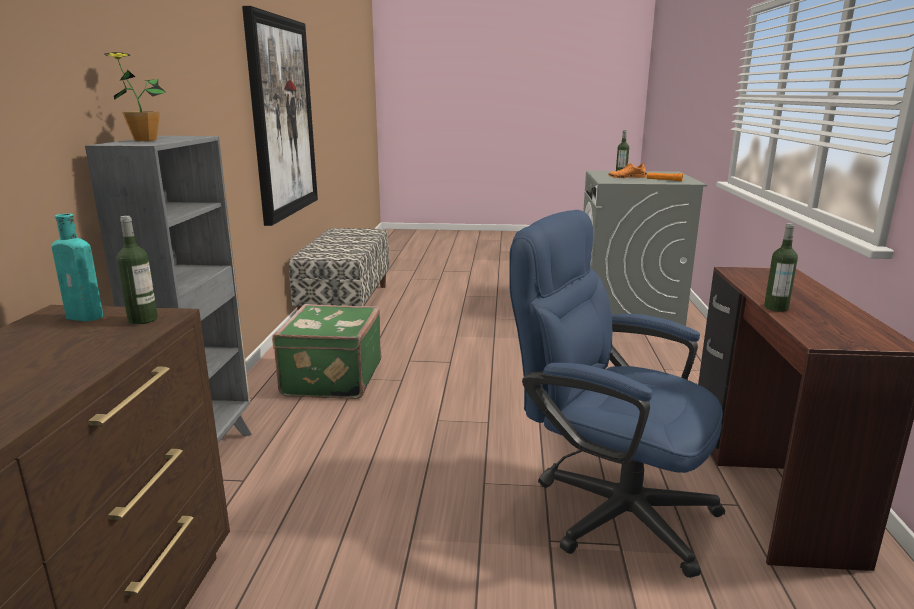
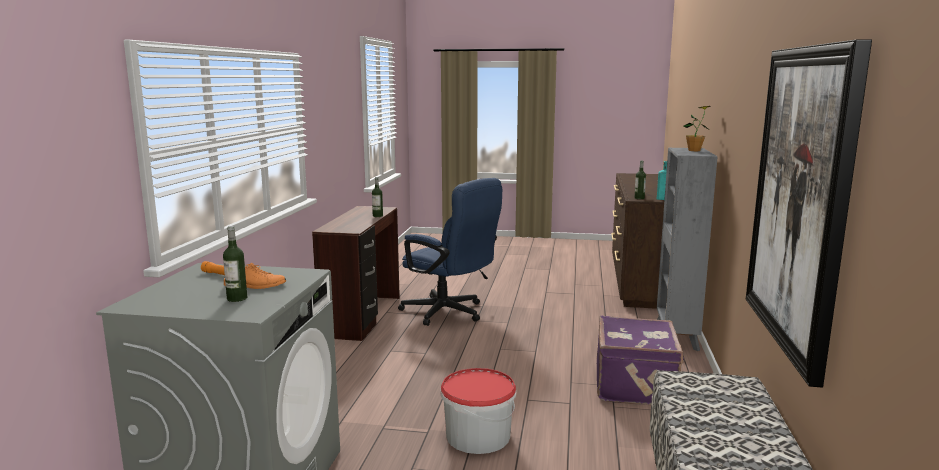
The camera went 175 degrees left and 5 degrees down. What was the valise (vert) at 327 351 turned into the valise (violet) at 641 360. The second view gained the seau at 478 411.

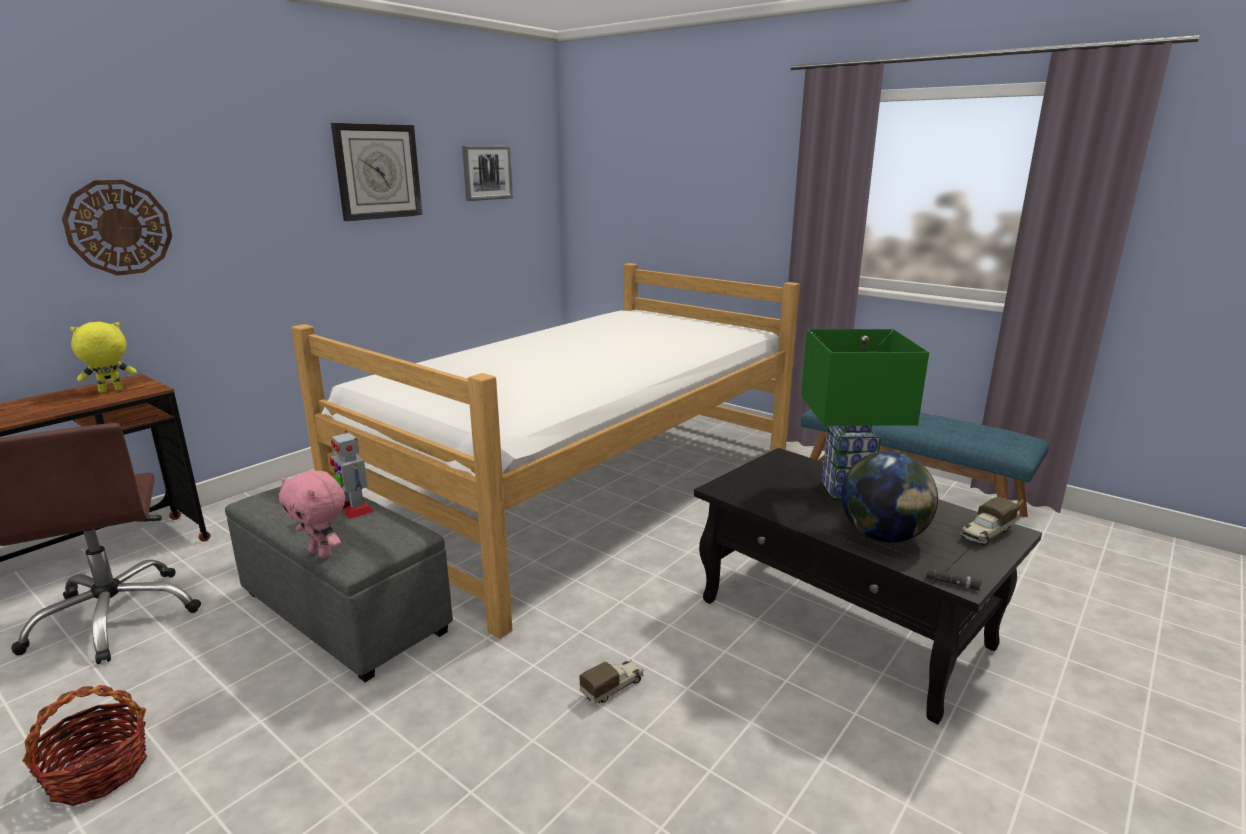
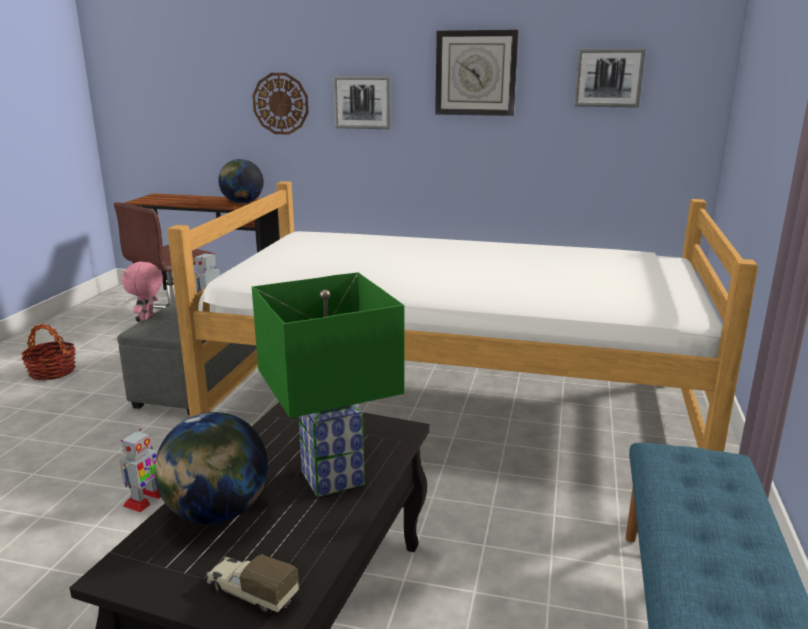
The camera went 65 degrees right and 0 degrees up. Where the peluche (jaune) stood at 103 357, the globe came to stand at 241 181. Where the camion jouet stood at 611 681, the robot jouet came to stand at 140 470. The second view lost the lampe de poche (noir) at 954 579. The second view gained the tableau at 362 102.

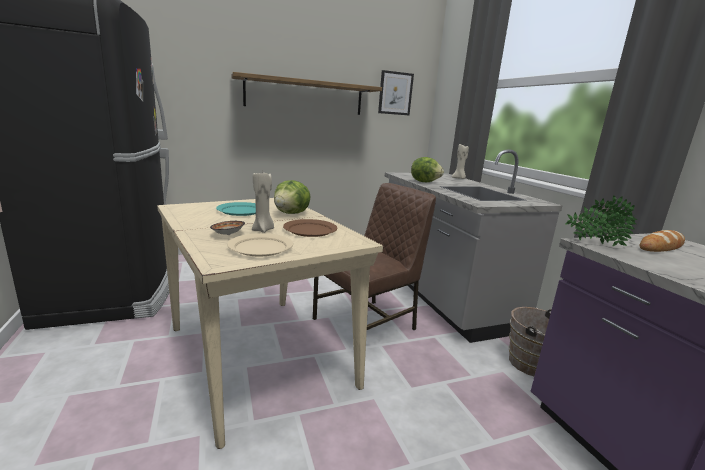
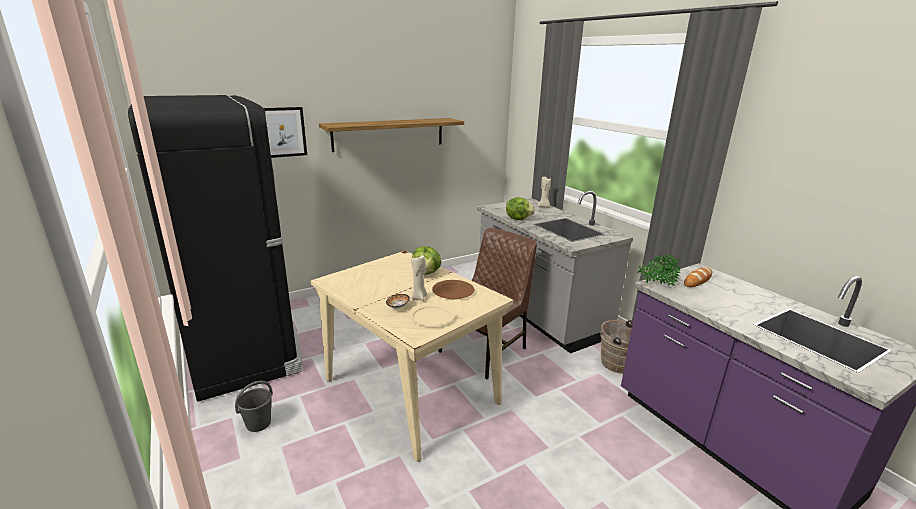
The camera went 10 degrees left and 5 degrees up. The second view lost the assiette (turquoise) at 236 209. The tableau ended up elsewhere, having gone from 396 92 to 285 132. The second view gained the seau (gris) at 254 406.

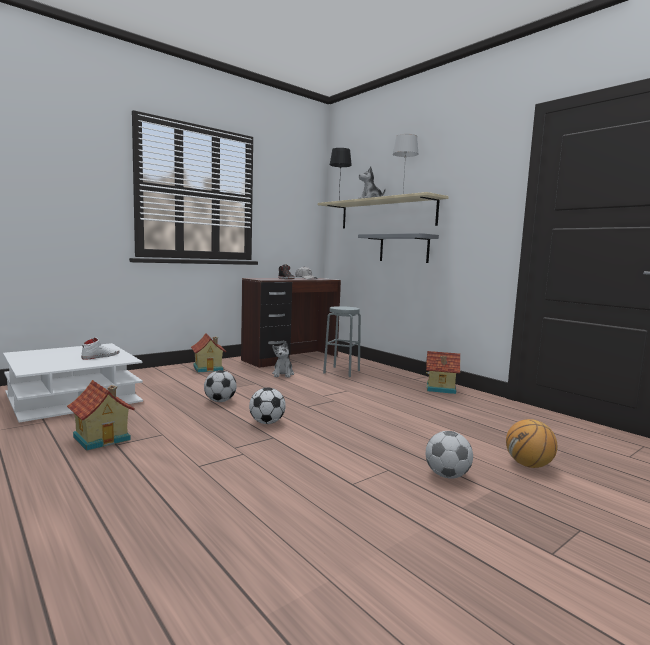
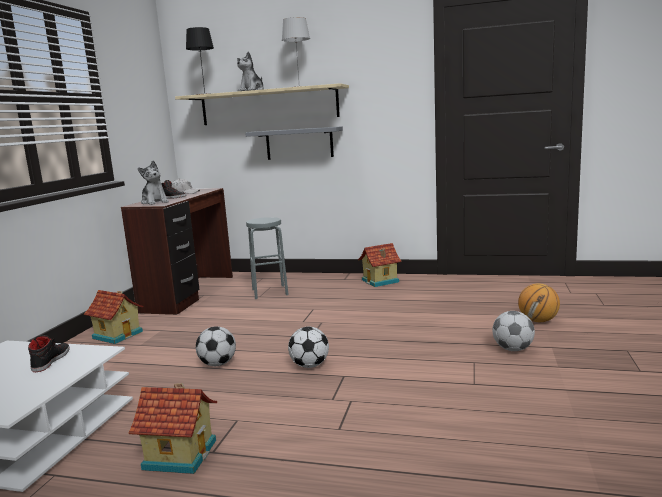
The camera went 35 degrees left and 5 degrees up. What was the chaussure (blanc) at 100 348 turned into the chaussure (noir) at 49 353. The peluche ended up elsewhere, having gone from 283 359 to 153 183.

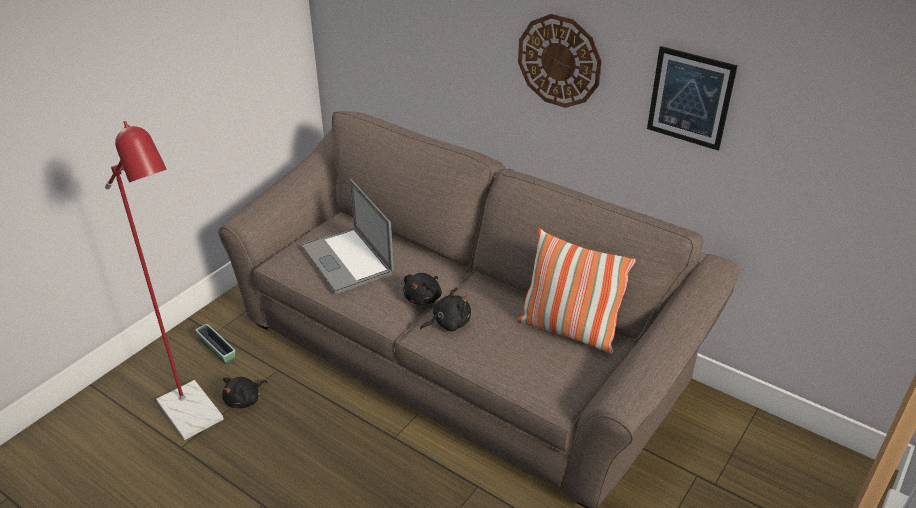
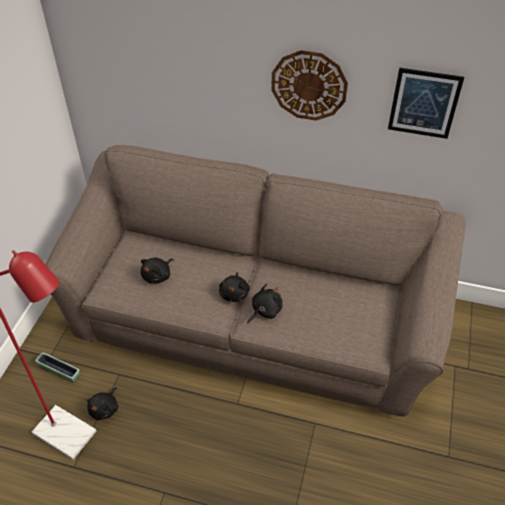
The camera went 20 degrees left and 10 degrees up. Where the ordinateur portable stood at 347 236, the peluche (noir) came to stand at 157 270. The second view lost the coussin at 576 291.

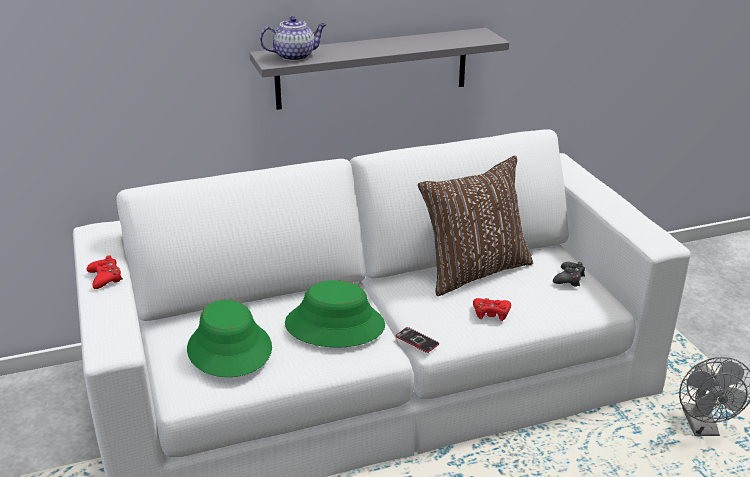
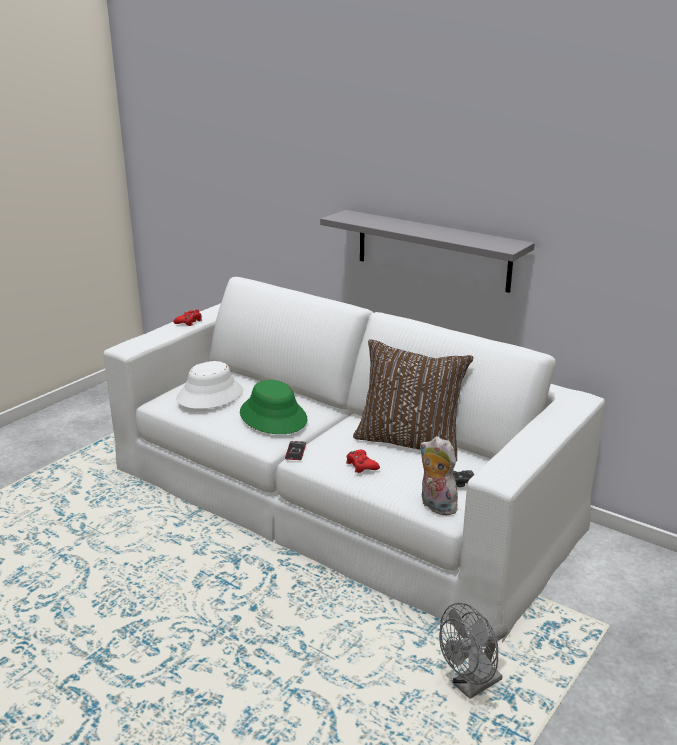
The camera went 55 degrees right and 5 degrees down. What was the chapeau (vert) at 229 338 turned into the chapeau (blanc) at 209 385. The second view lost the théière at 293 38. The second view gained the peluche at 439 476.

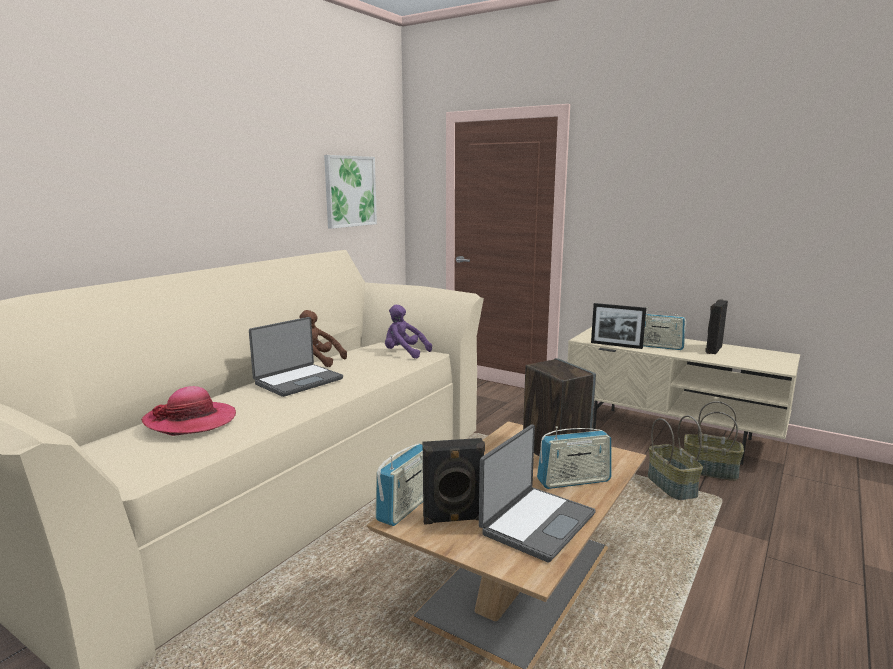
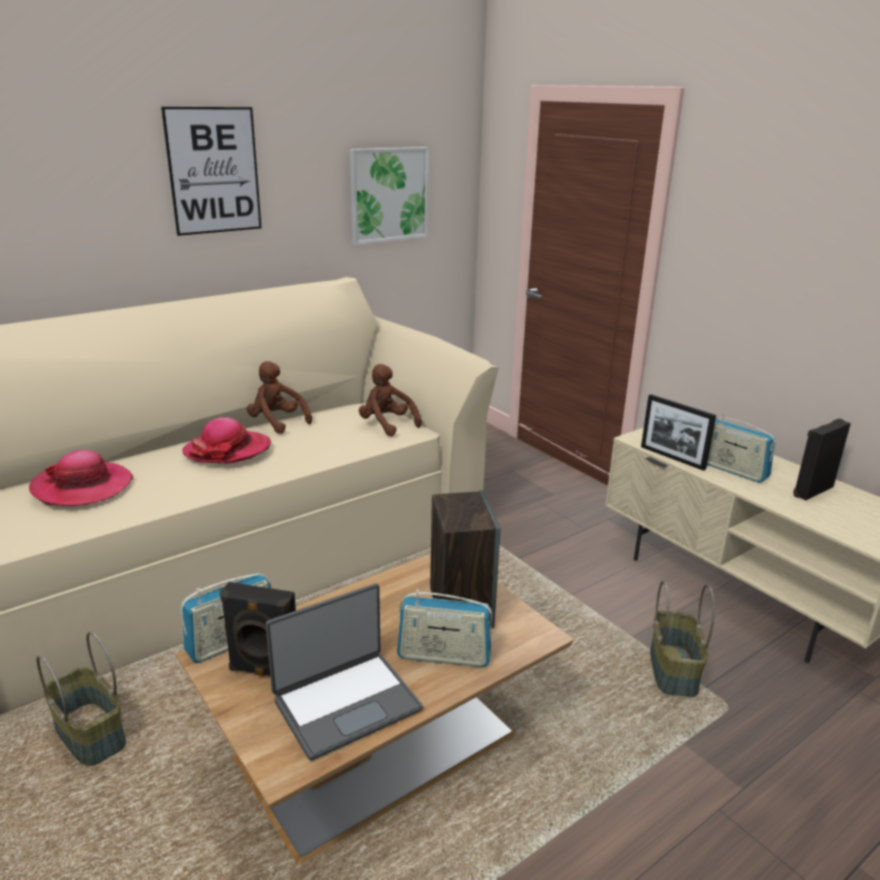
The camera went 20 degrees right and 10 degrees up. Where the ordinateur portable stood at 296 357, the chapeau came to stand at 226 440. What was the peluche (violet) at 408 331 turned into the peluche (marron) at 390 400. The panier ended up elsewhere, having gone from 714 441 to 81 698. The second view gained the tableau at 211 171.

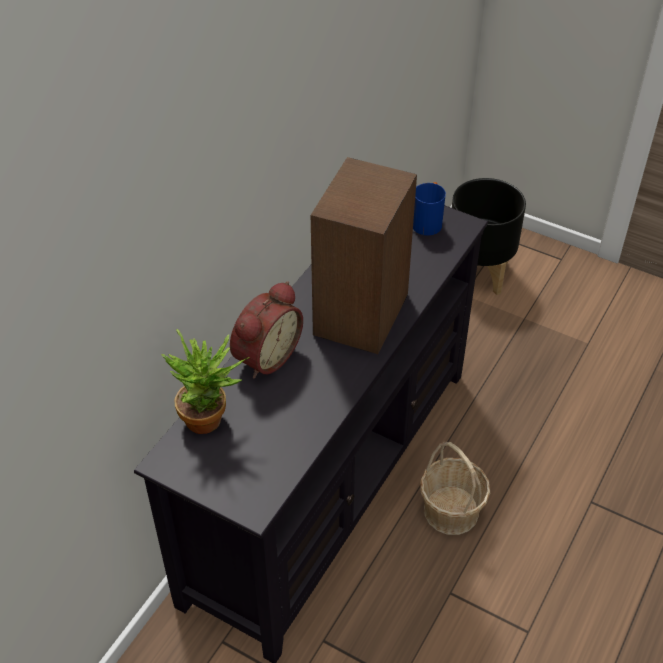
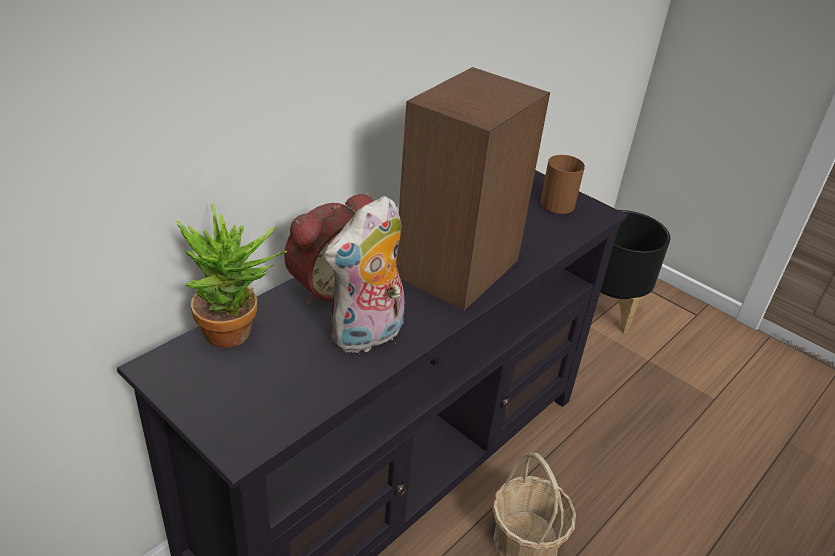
The camera went 10 degrees right and 10 degrees down. What was the mug (bleu) at 429 209 turned into the mug (marron) at 563 184. The second view gained the peluche at 364 275.

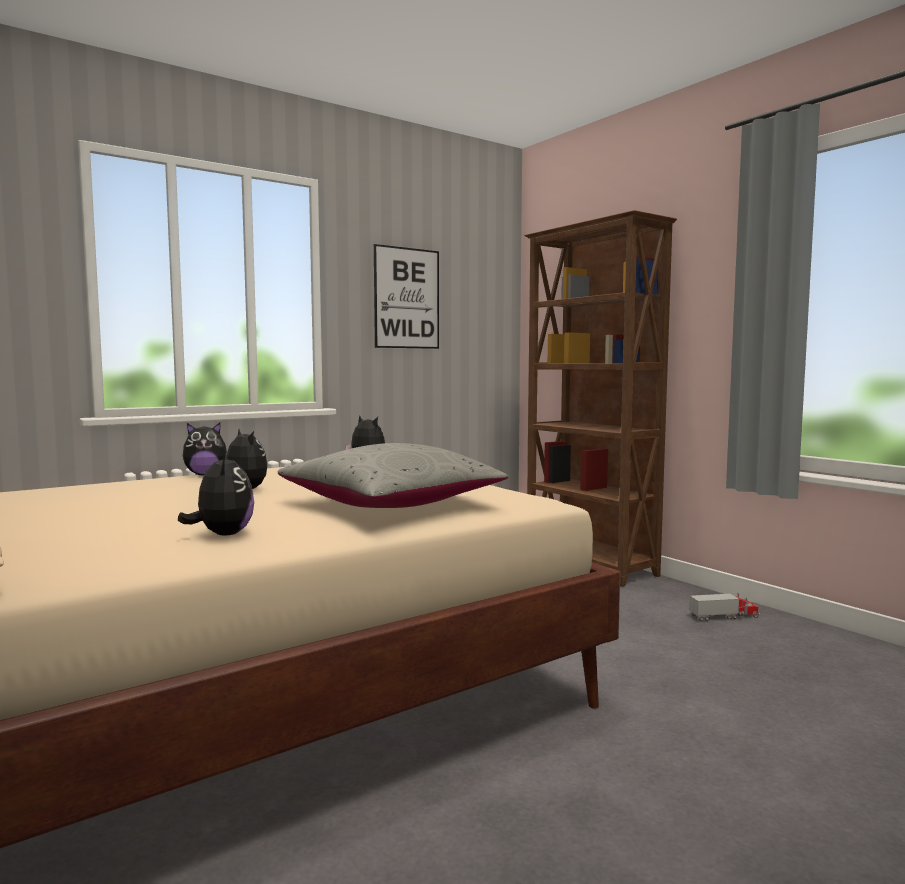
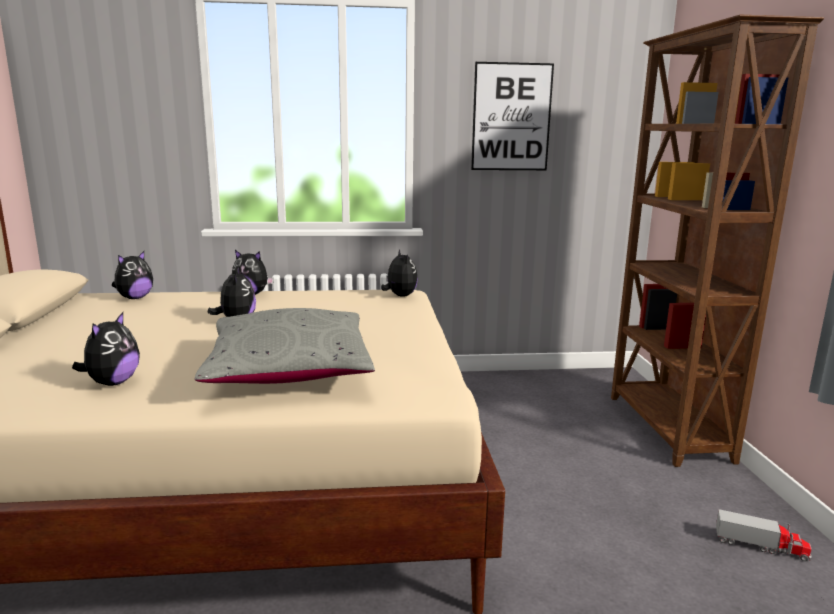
The camera went 30 degrees right and 10 degrees up. The second view gained the peluche at 132 275.

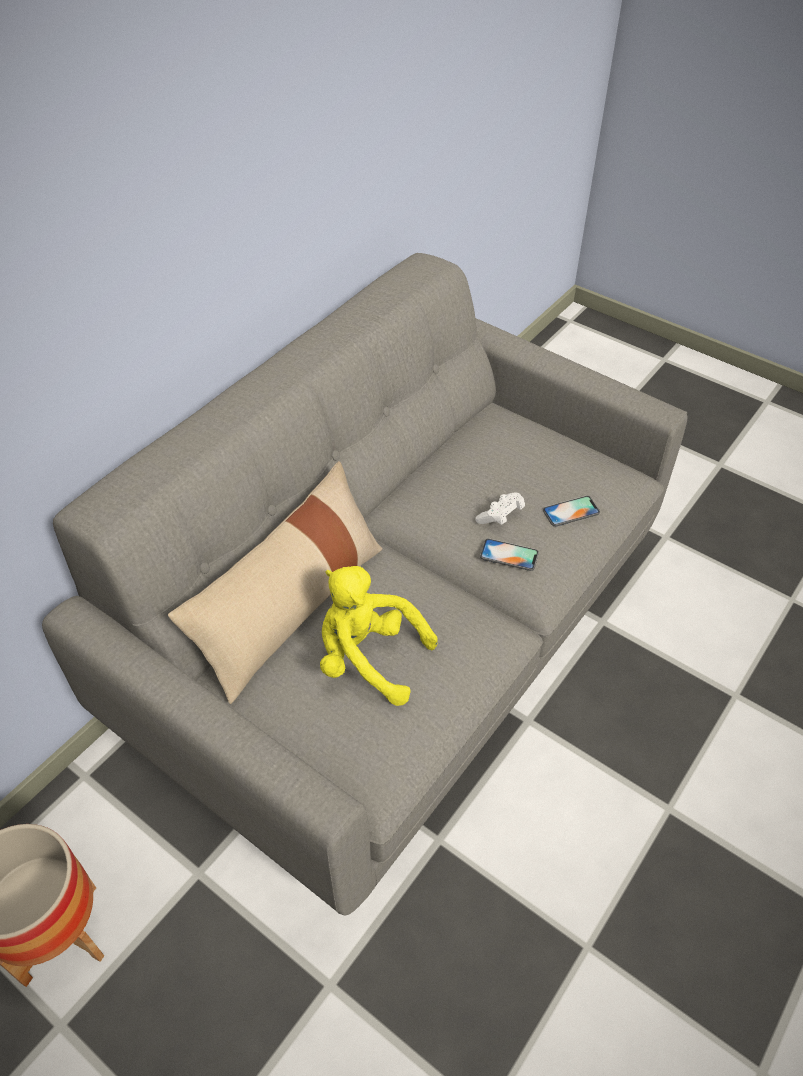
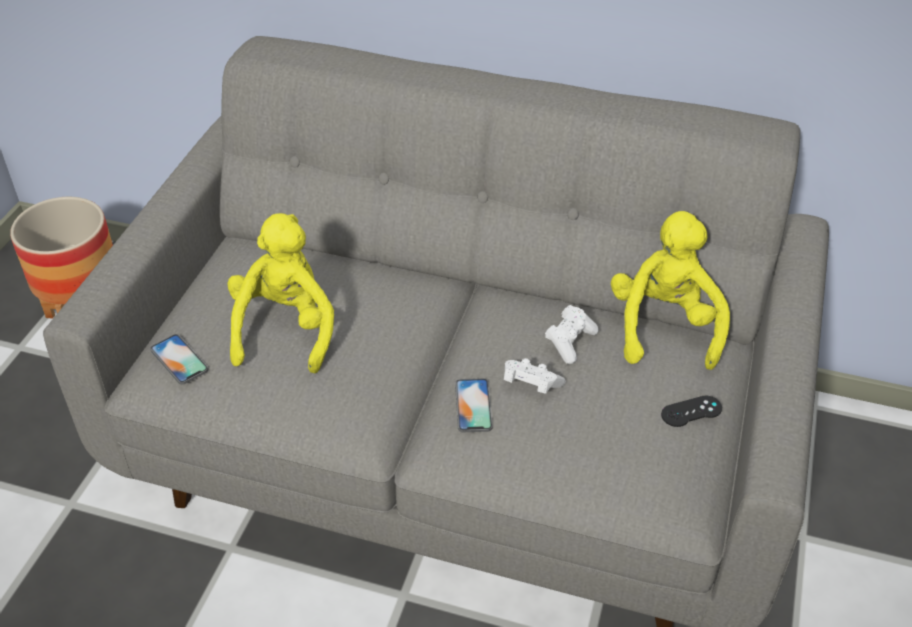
The camera went 70 degrees right and 5 degrees down. The second view lost the coussin (beige) at 275 582. The téléphone ended up elsewhere, having gone from 571 511 to 179 359. The second view gained the manette (blanc) at 571 334. The second view gained the peluche (jaune) at 670 290. The second view gained the manette (noir) at 691 411.

